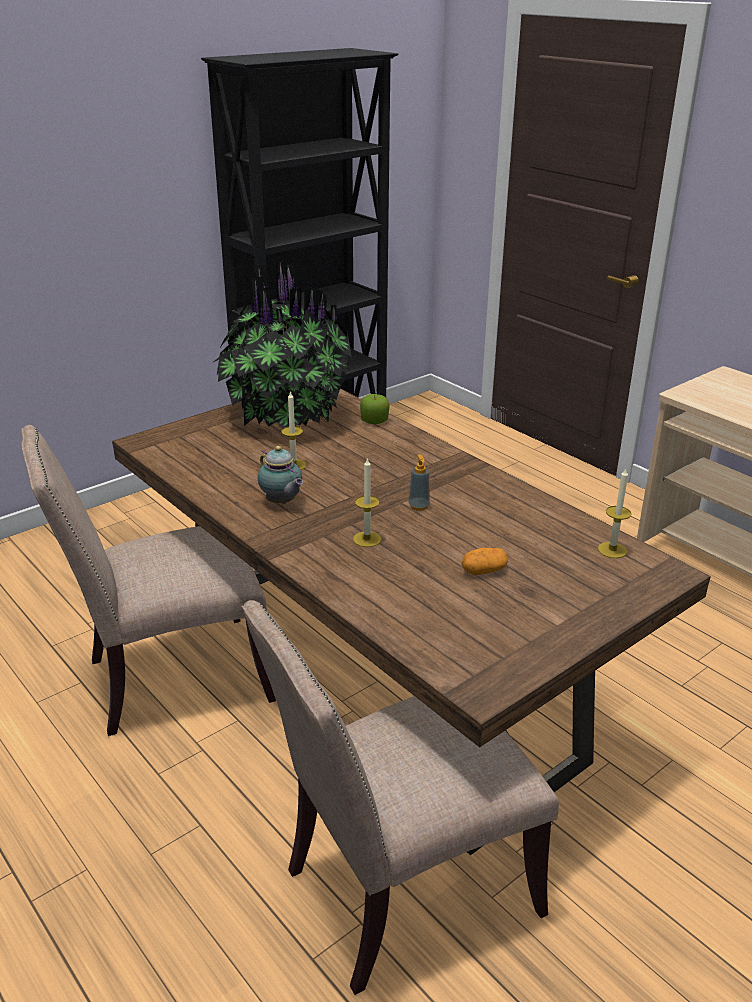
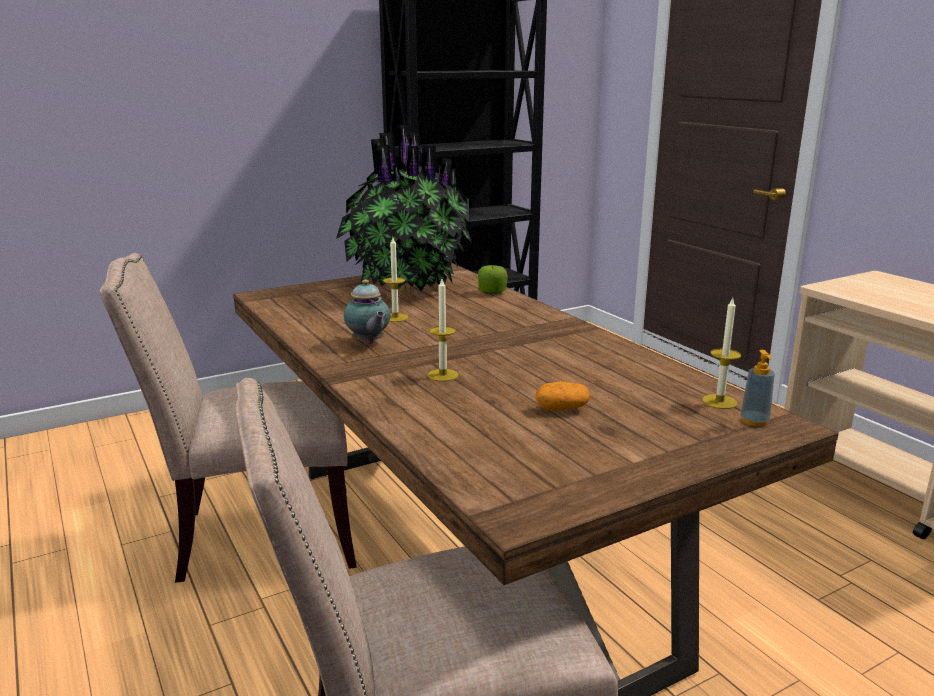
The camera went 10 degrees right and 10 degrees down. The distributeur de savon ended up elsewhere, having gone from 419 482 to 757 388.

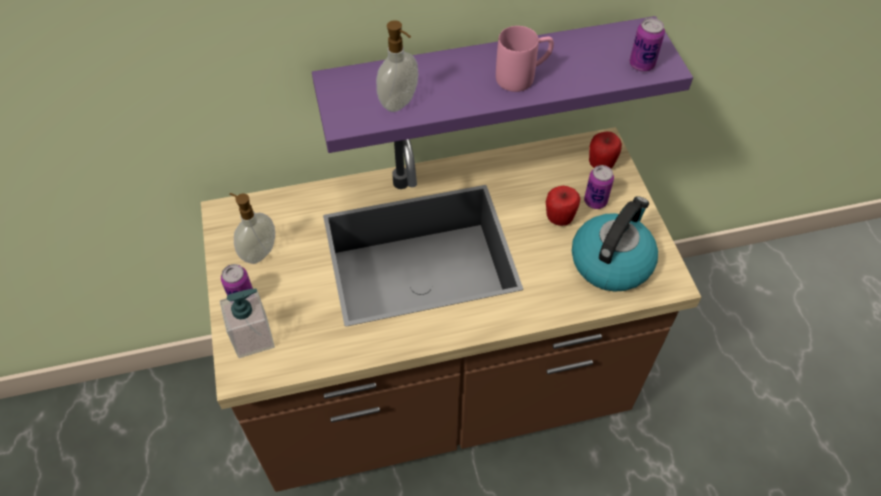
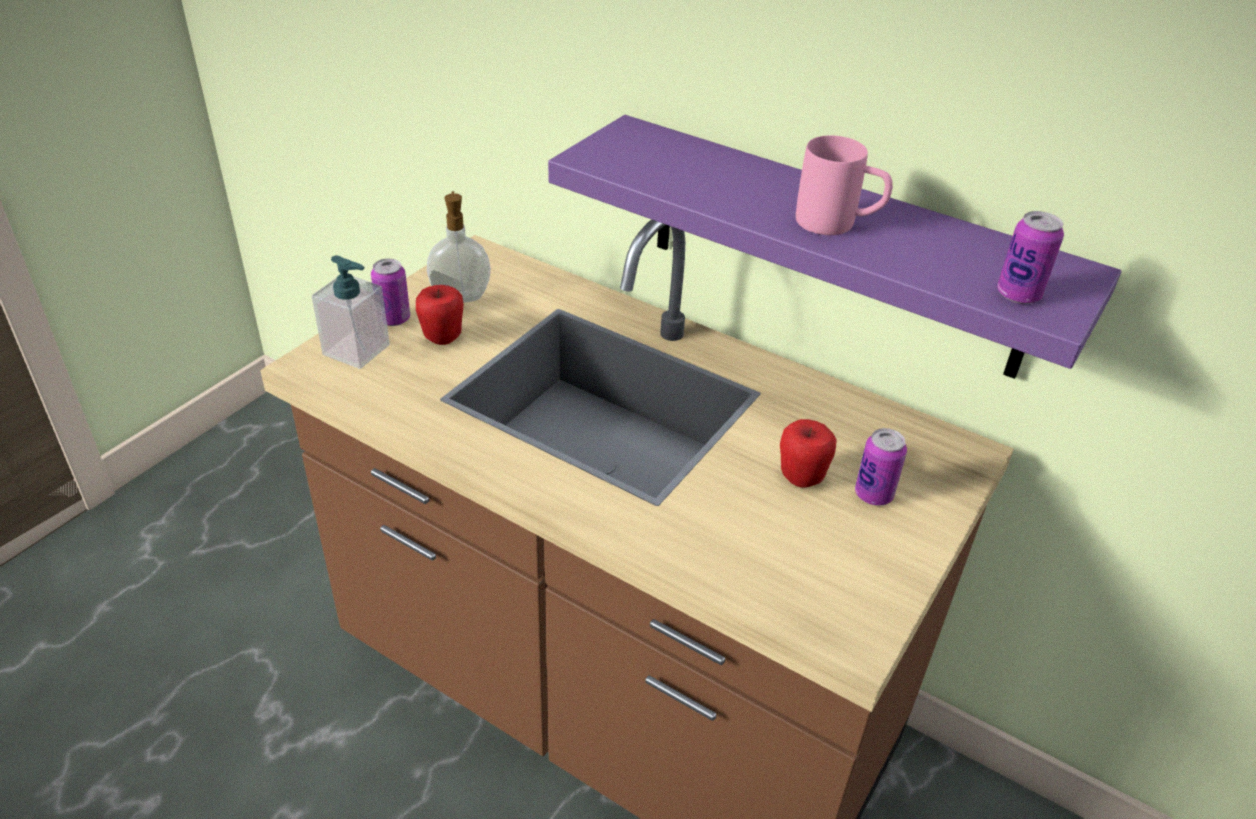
The camera went 45 degrees right and 15 degrees down. The second view lost the distributeur de savon at 397 66. The second view lost the bouilloire at 615 244. The pomme ended up elsewhere, having gone from 605 150 to 440 315.

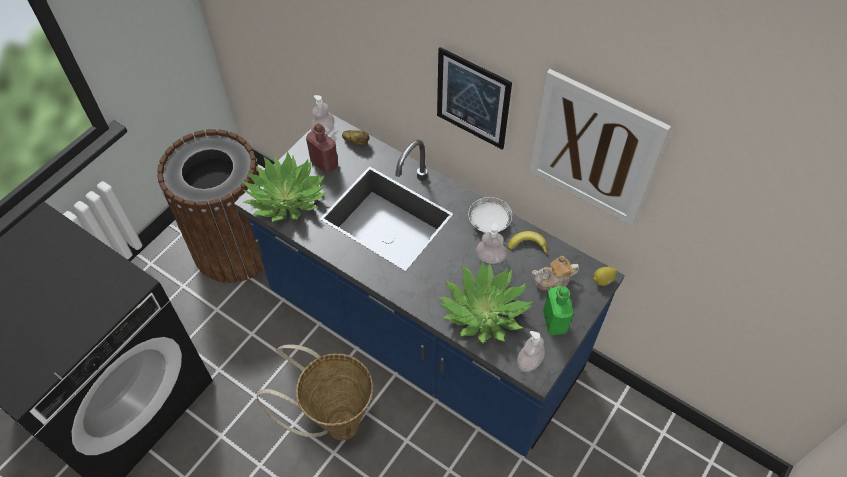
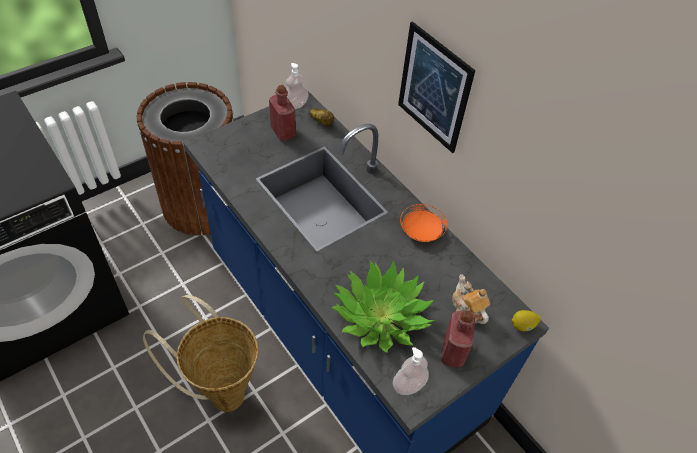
The camera went 15 degrees right and 5 degrees down. The second view lost the plante en pot at 283 186. What was the assiette (blanc) at 490 215 turned into the assiette (orange) at 423 223. The second view lost the distributeur de savon at 491 243. The second view lost the banane at 527 243. The second view lost the tableau at 600 147. The théière at 555 273 ended up facing another way, 60 degrees clockwise from before. What was the bouteille (vert) at 558 310 turned into the bouteille (rouge) at 458 339.

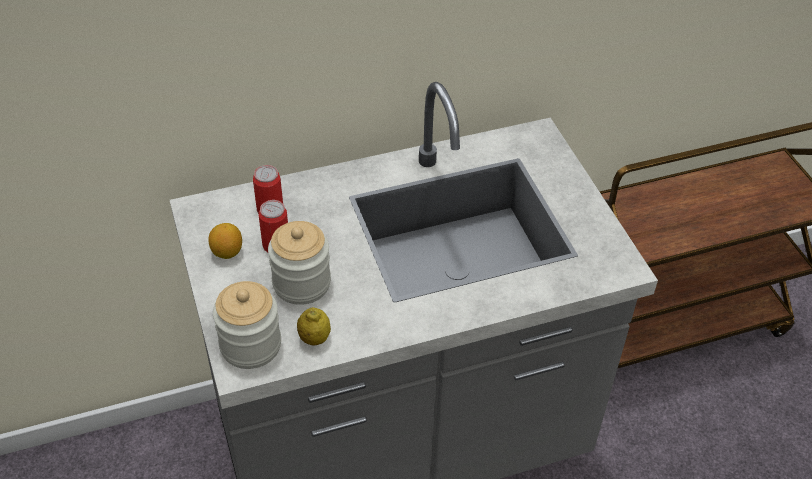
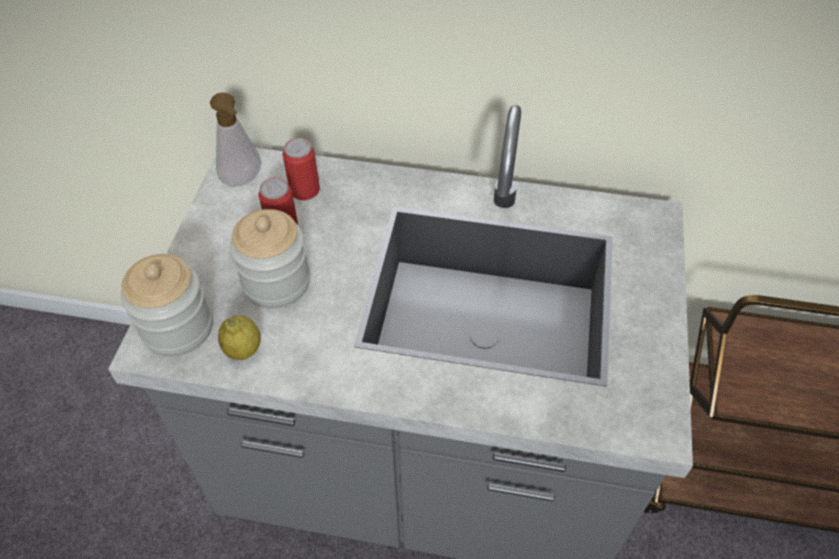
The camera went 30 degrees right and 5 degrees up. The second view lost the citron at 225 241. The second view gained the distributeur de savon at 235 140.

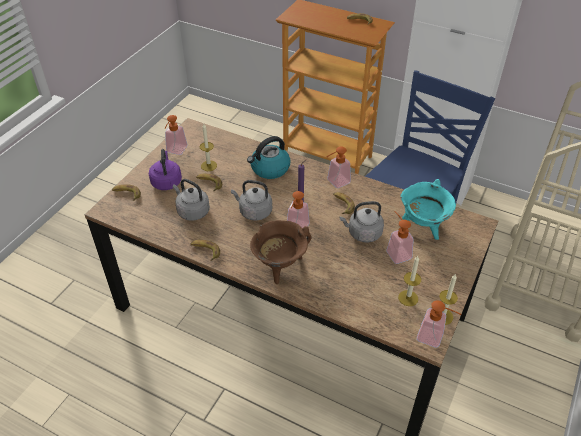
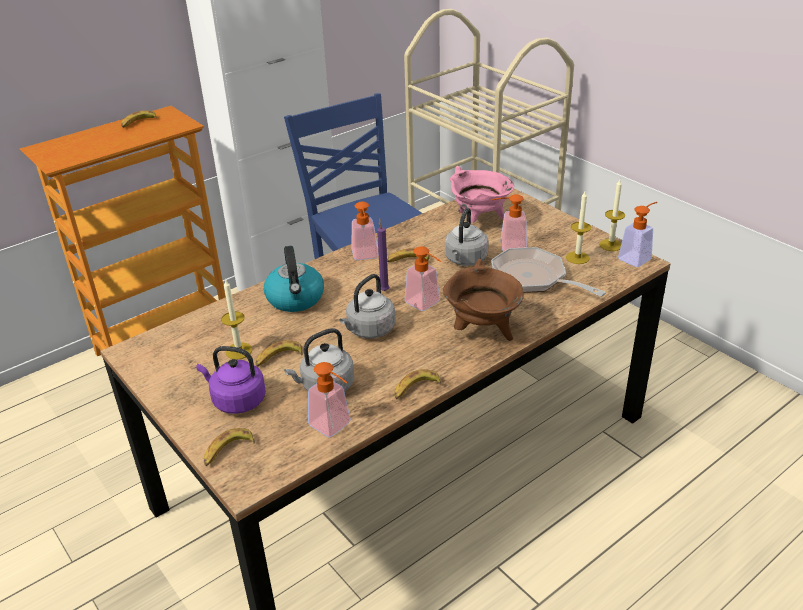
The camera went 65 degrees left and 10 degrees down. The distributeur de savon ended up elsewhere, having gone from 175 135 to 329 399. What was the marmite (turquoise) at 428 209 turned into the marmite (rose) at 482 194. The second view gained the poêle at 548 272.

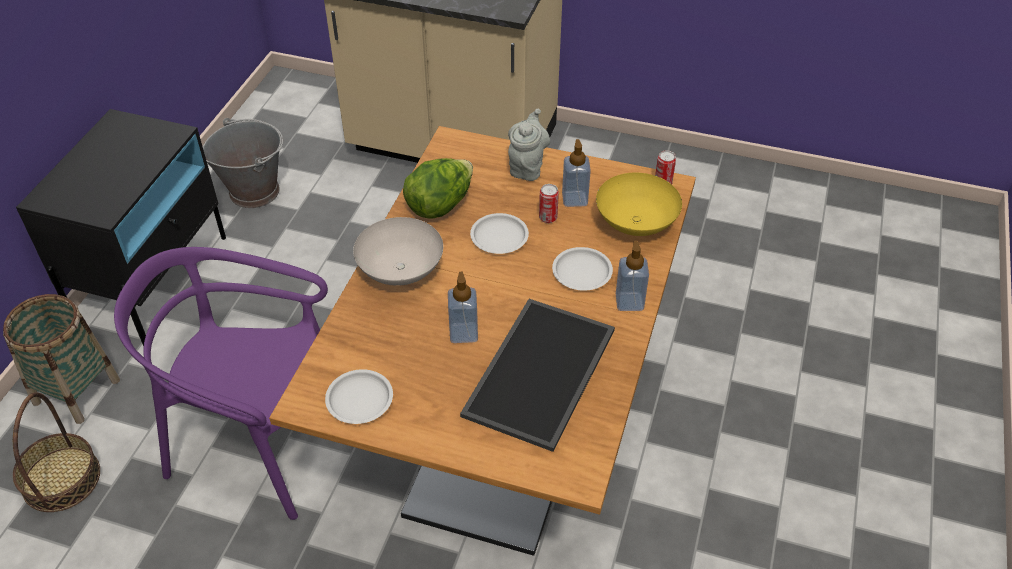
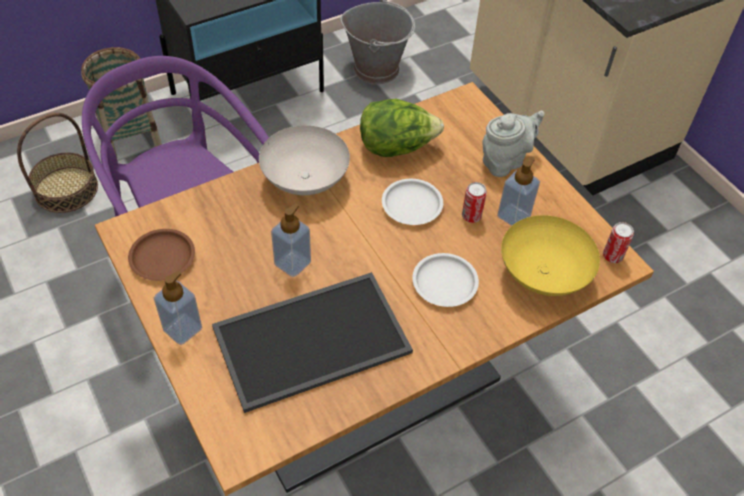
The camera went 40 degrees right and 5 degrees up. What was the assiette (blanc) at 359 396 turned into the assiette (marron) at 161 255. The distributeur de savon ended up elsewhere, having gone from 632 276 to 178 308.

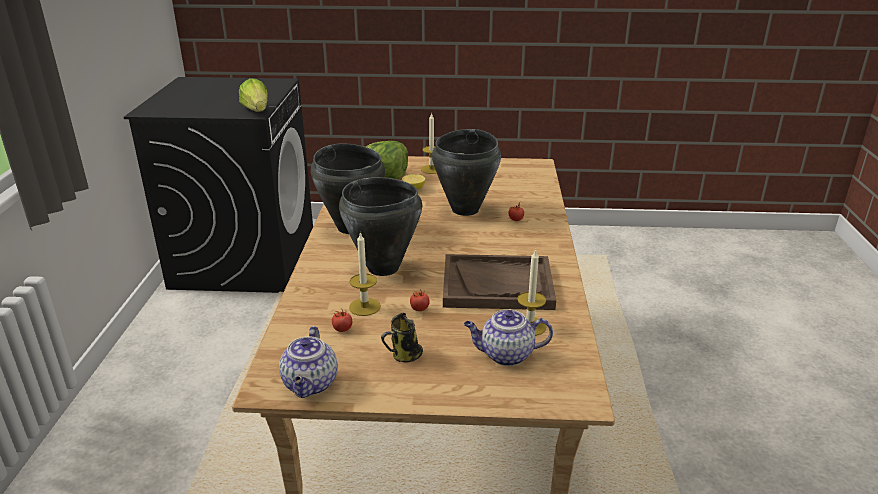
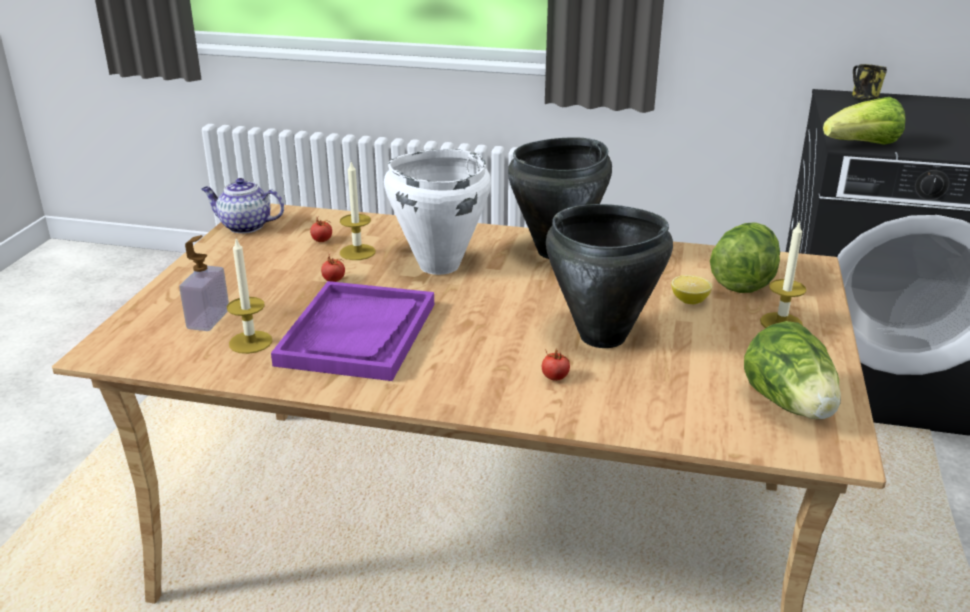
The camera went 100 degrees right and 0 degrees up. What was the marmite (noir) at 380 226 turned into the marmite (blanc) at 437 212. The mug ended up elsewhere, having gone from 402 337 to 869 81. What was the plateau (marron) at 499 282 turned into the plateau (violet) at 352 331. Where the théière stood at 508 337, the distributeur de savon came to stand at 204 283. The second view gained the laitue at 792 370.

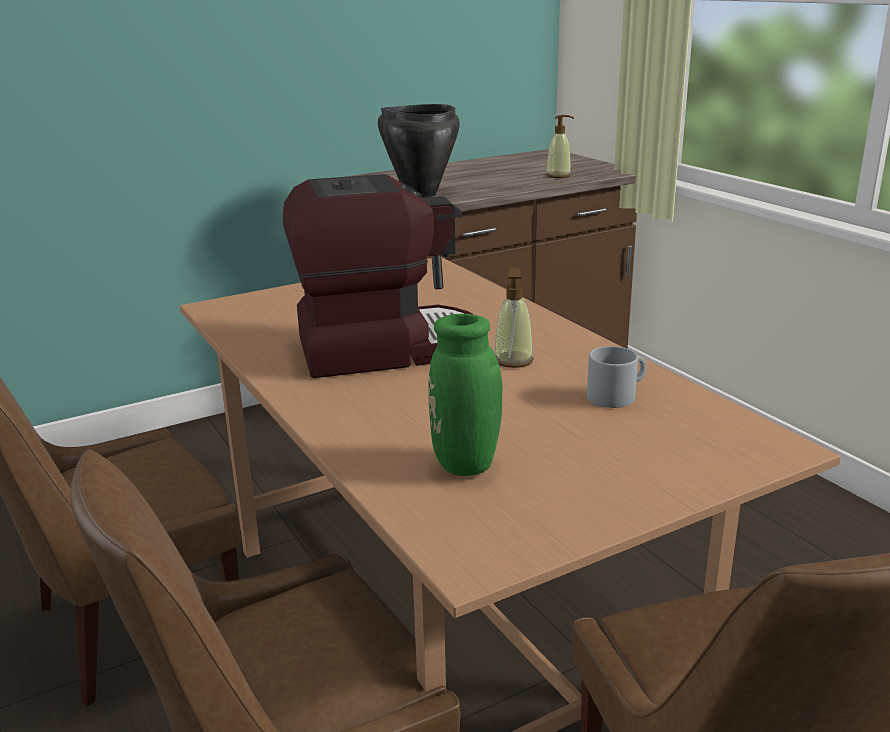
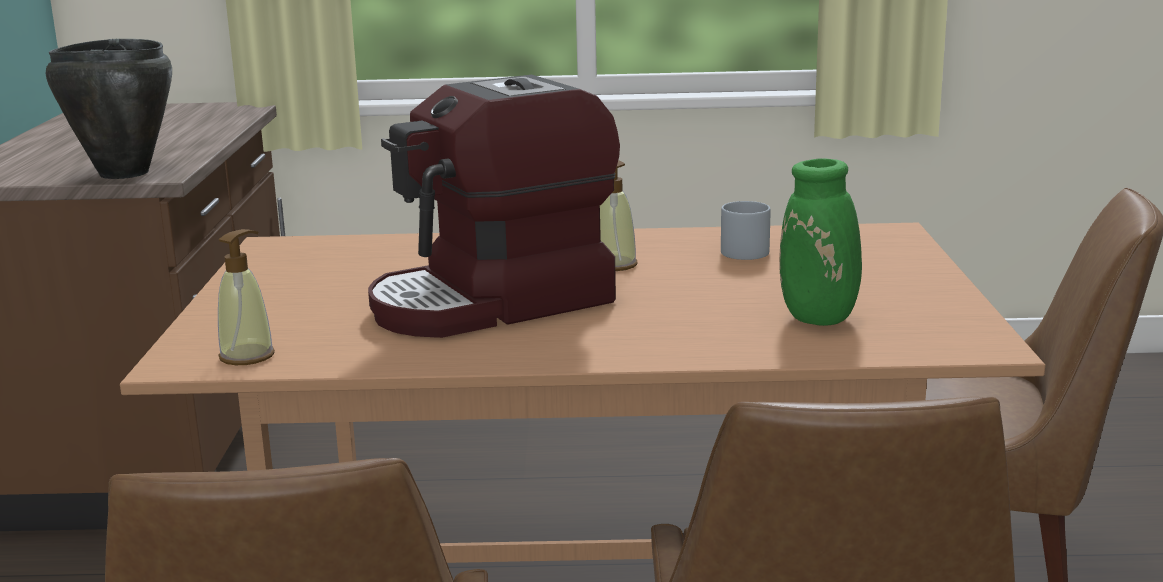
The camera went 60 degrees left and 5 degrees down. The machine à café at 378 276 ended up facing another way, 135 degrees counterclockwise from before. The distributeur de savon ended up elsewhere, having gone from 560 146 to 246 297.

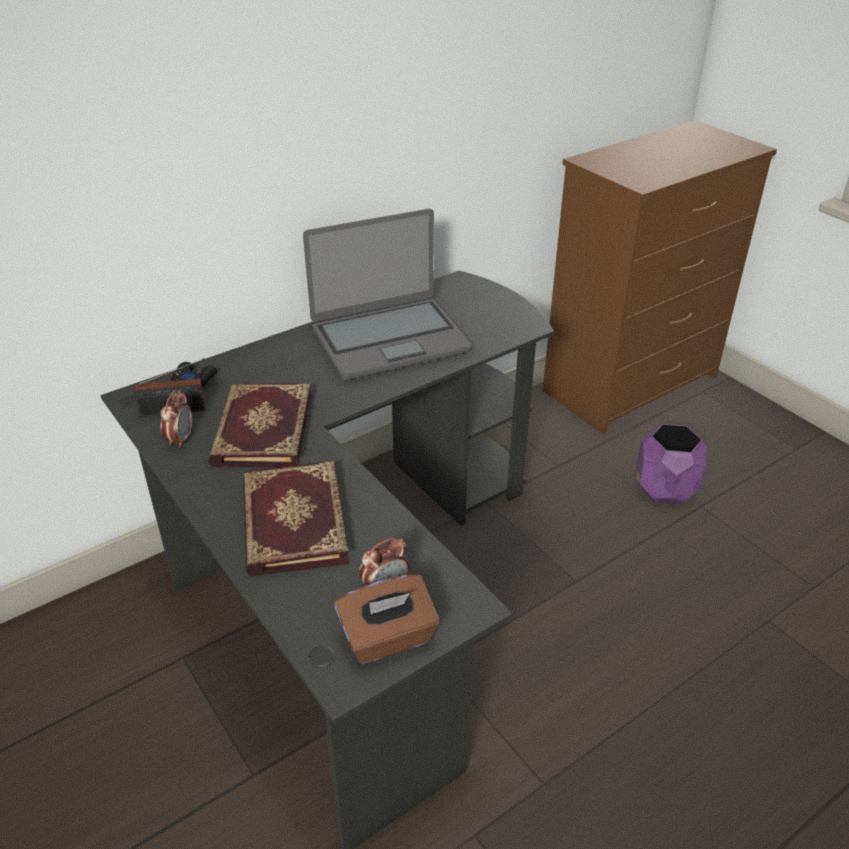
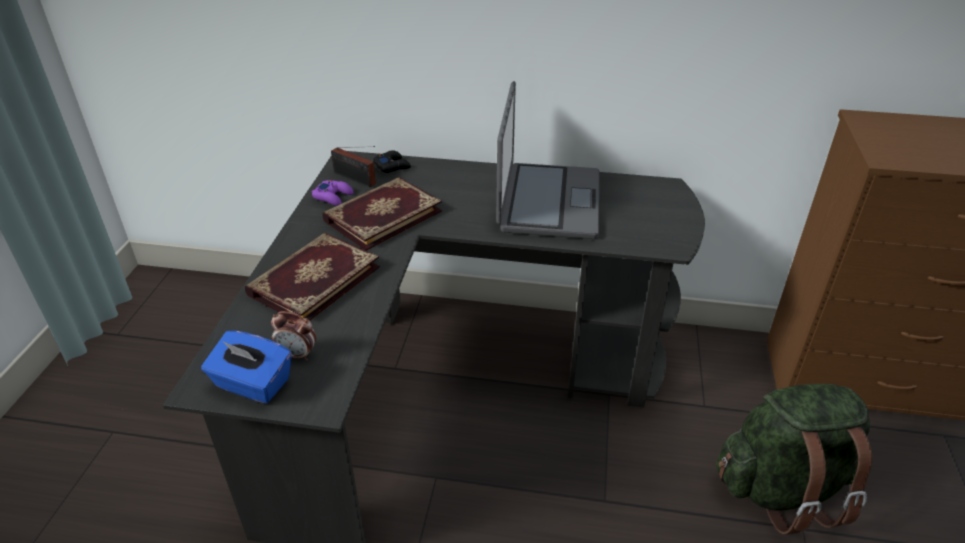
The camera went 45 degrees right and 0 degrees up. Where the réveil stood at 176 419, the manette (violet) came to stand at 332 193. The ordinateur portable at 387 294 ended up facing another way, 105 degrees counterclockwise from before. What was the boîte à mouchoirs (marron) at 387 619 turned into the boîte à mouchoirs (bleu) at 246 367. Where the cache-pot (violet) stood at 672 464, the sac à dos (vert) came to stand at 794 459.

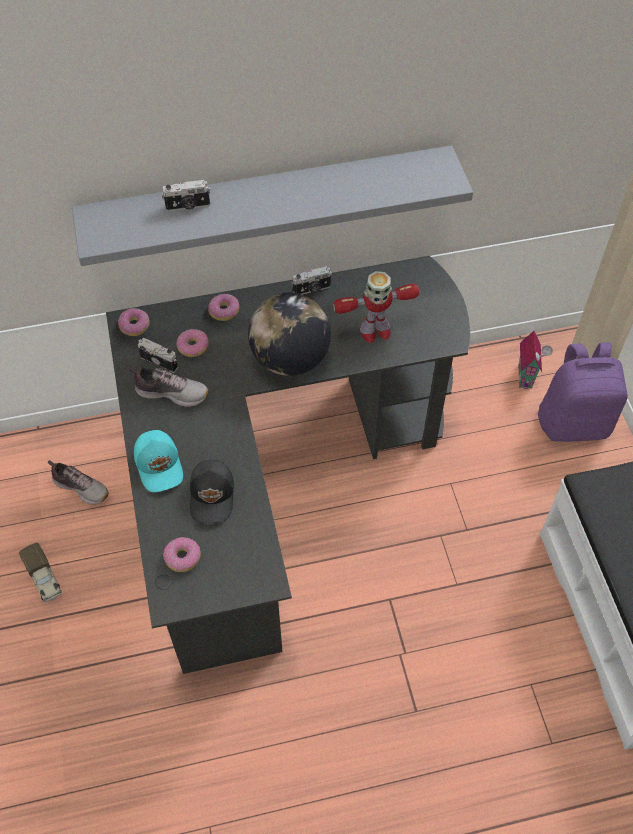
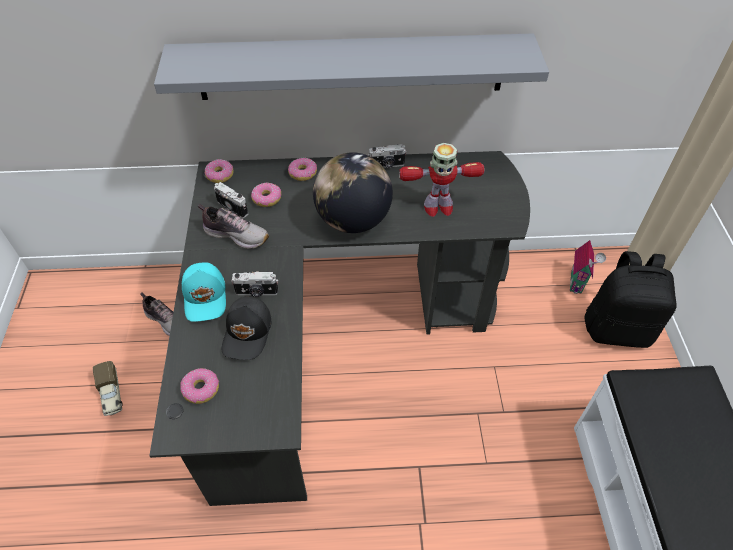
The camera went 10 degrees right and 5 degrees down. The appareil photo ended up elsewhere, having gone from 186 195 to 254 284. What was the sac à dos (violet) at 583 392 turned into the sac à dos (noir) at 630 299.

